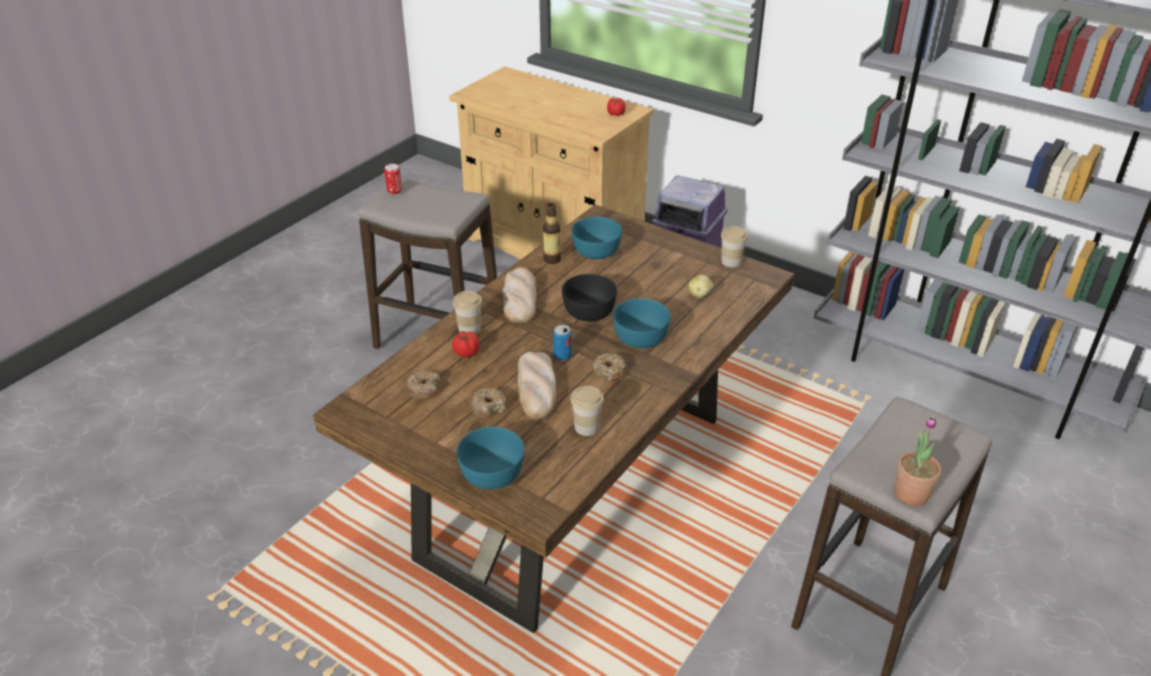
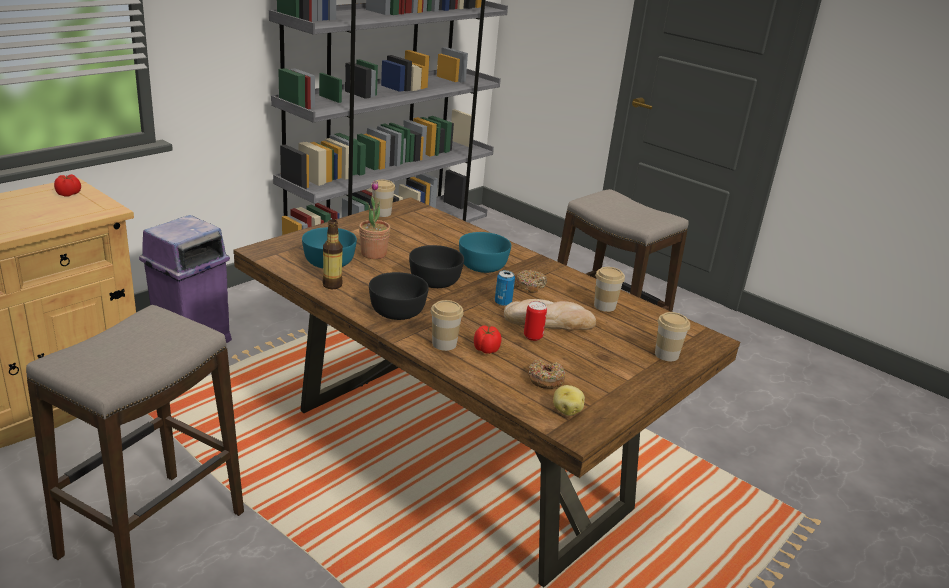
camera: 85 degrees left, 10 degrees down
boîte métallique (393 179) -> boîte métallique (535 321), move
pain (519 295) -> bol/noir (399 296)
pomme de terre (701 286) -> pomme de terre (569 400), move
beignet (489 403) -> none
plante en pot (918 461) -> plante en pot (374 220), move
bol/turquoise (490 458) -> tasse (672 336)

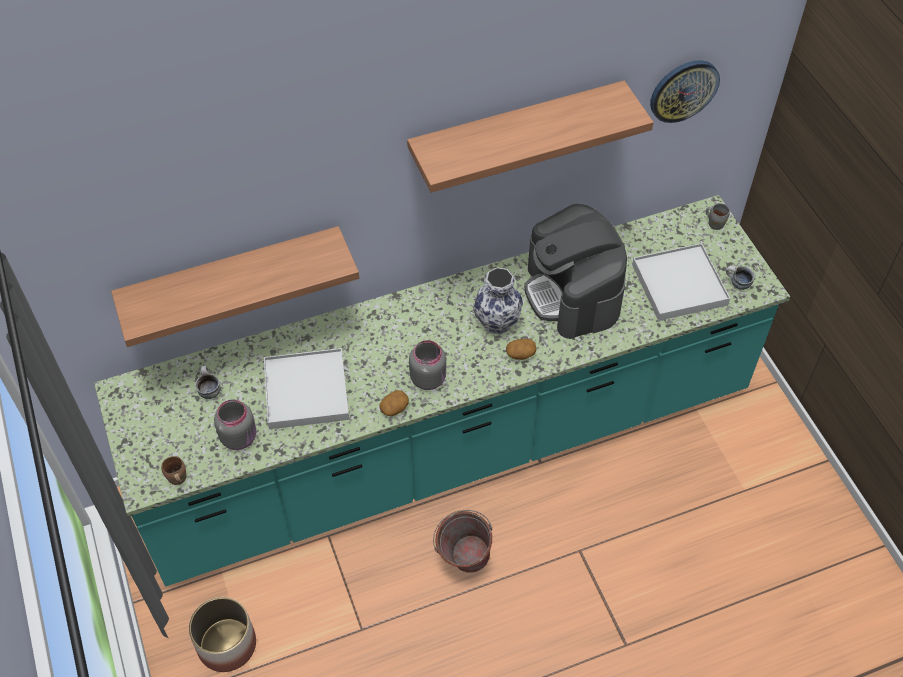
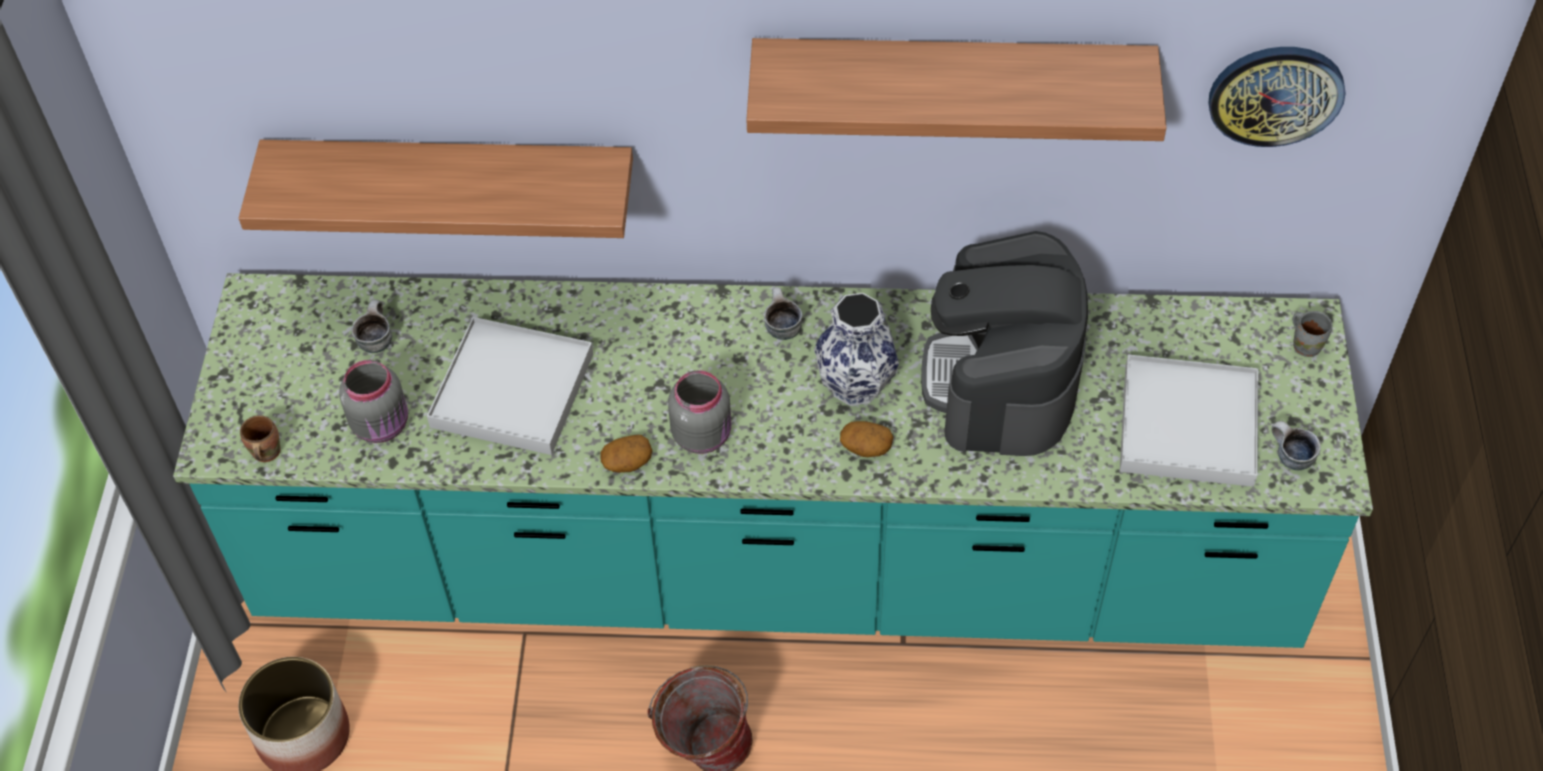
camera: 25 degrees right, 0 degrees up
none -> mug (783 313)

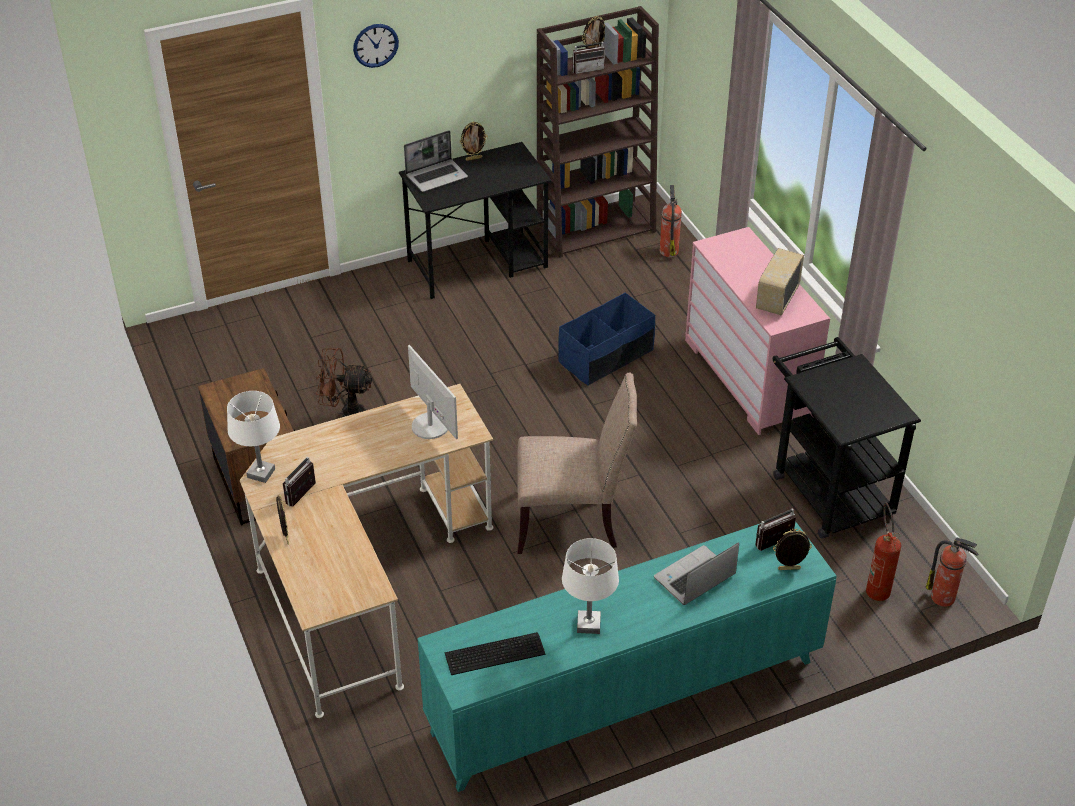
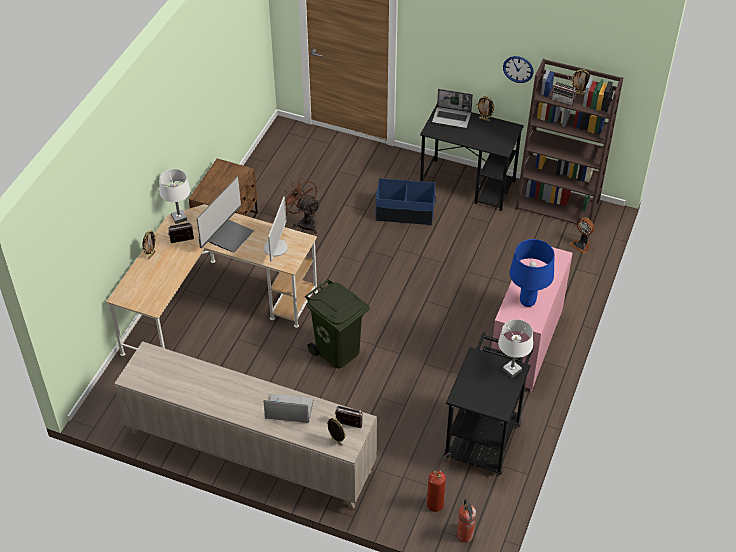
camera: 45 degrees right, 5 degrees up
horloge murale (376 46) -> horloge murale (518 69), move
extincteur (671 221) -> ventilateur (582 235)
radio (780 282) -> lampe de table/bleu (532 273)
boîte de rangement/bleu (606 339) -> boîte de rangement/bleu (405 201), move
chaise/beige (577 463) -> poubelle/vert (337 323)
meuble de rangement/turquoise (627 657) -> meuble de rangement/beige (245 425)
lampe de table/blanc (590 586) -> lampe de table/blanc (515 348), move
clavier (495 653) -> none
none -> écran d'ordinateur (225 214)

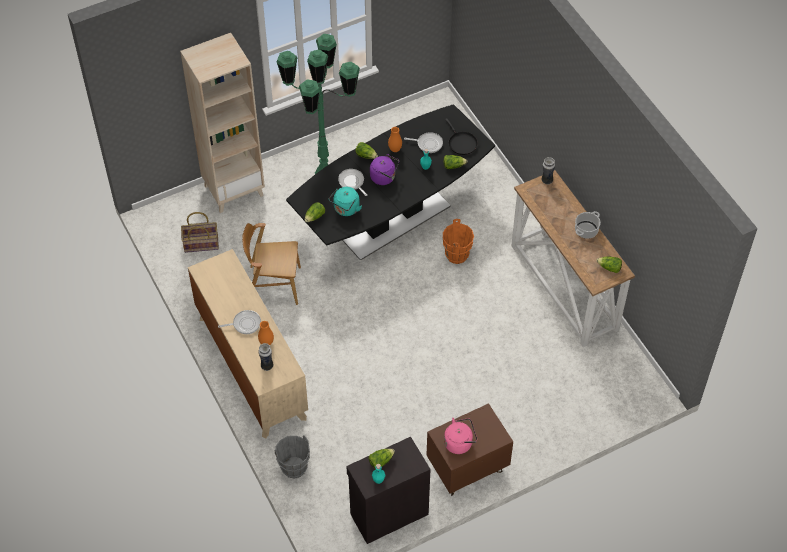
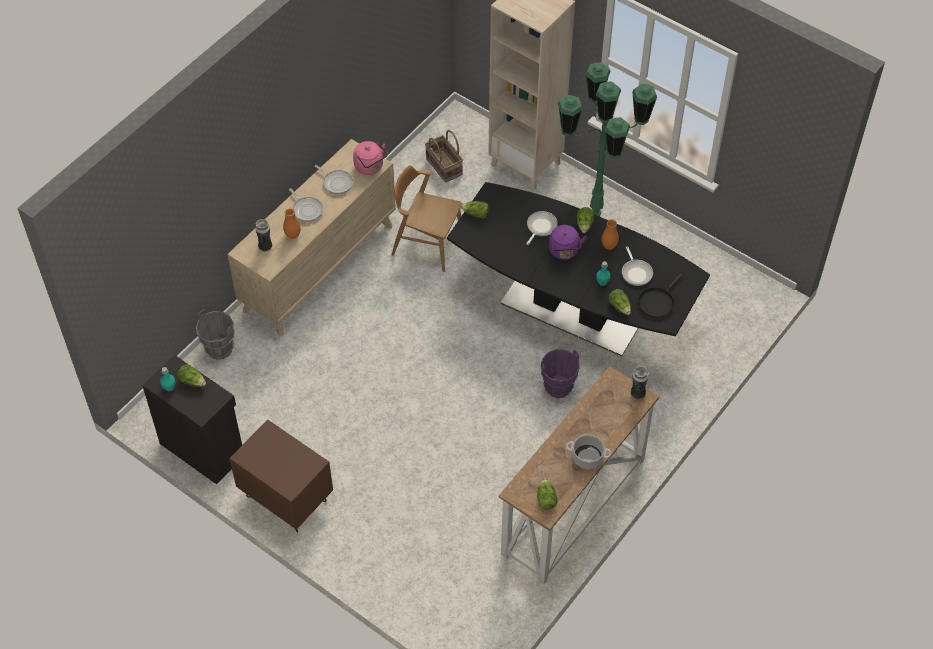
camera: 65 degrees right, 0 degrees up
bouilloire/turquoise (345 201) -> none
seau/orange (458 241) -> seau/violet (560 374)
chaise/marron (271 264) -> chaise/marron (426 219), 45 degrees counterclockwise
bouilloire/rose (460 436) -> bouilloire/rose (370 158), move
none -> poêle (334 180)

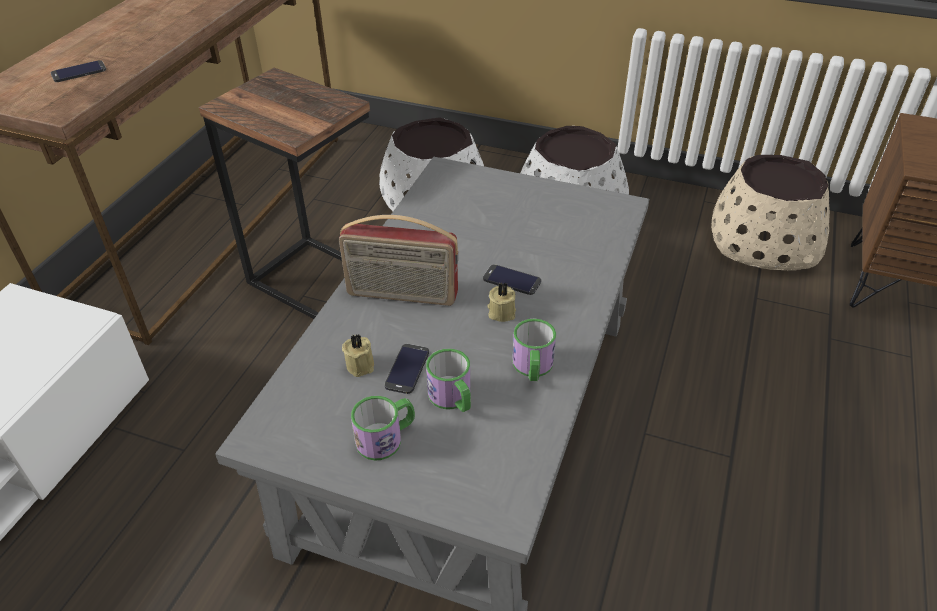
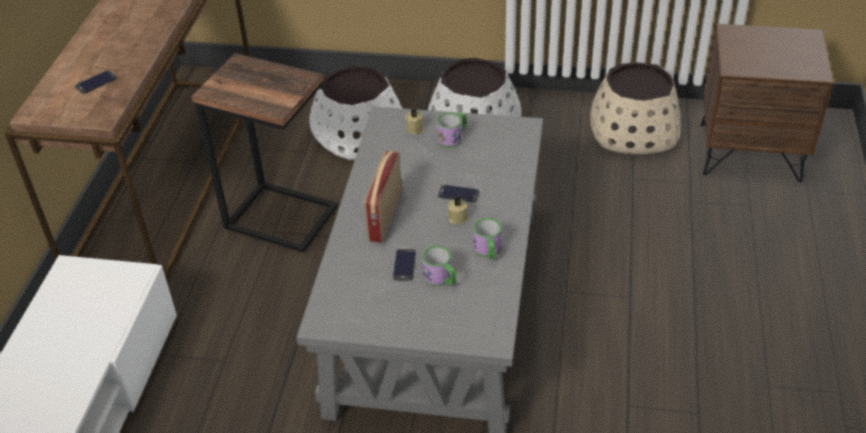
camera: 10 degrees left, 0 degrees up
radio (399 260) -> radio (383 197), 105 degrees clockwise
bougie/beige (358 355) -> bougie/beige (414 121), move
mug (383 428) -> mug (452 130), move

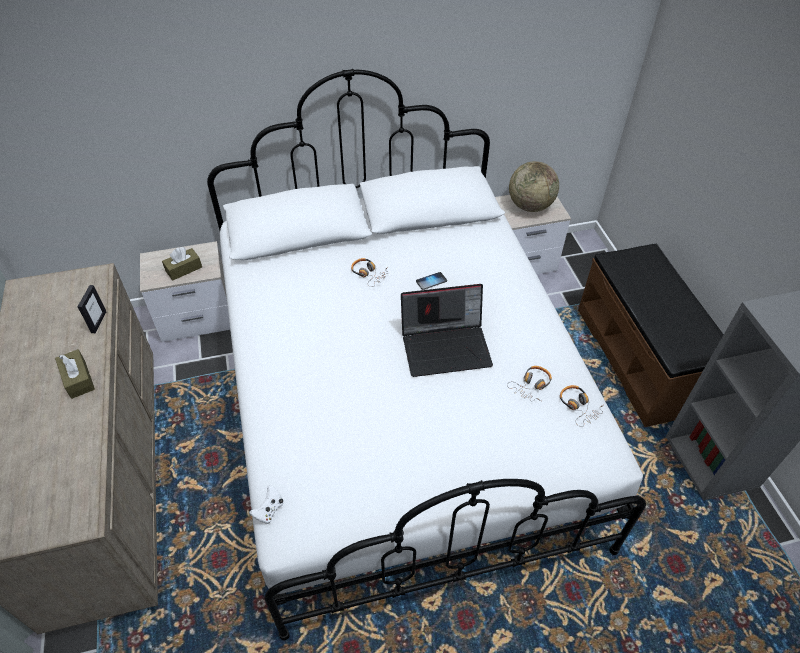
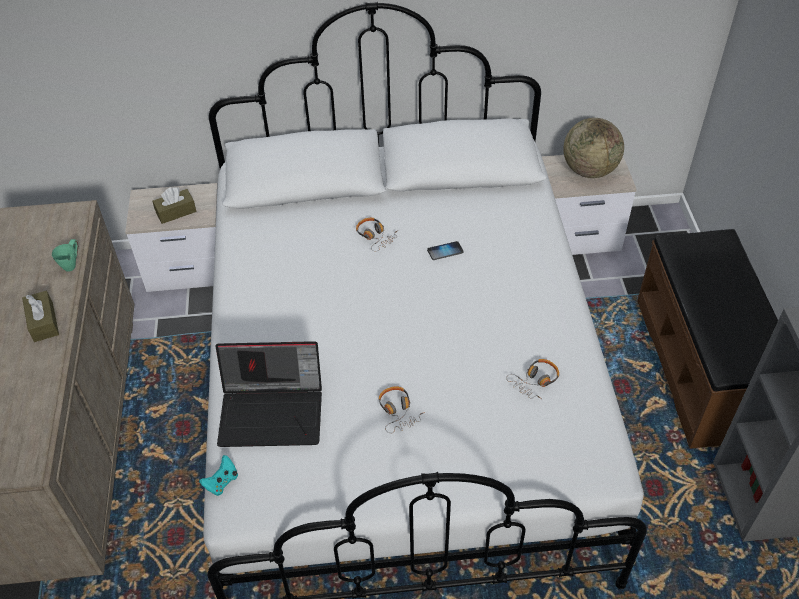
camera: 10 degrees right, 0 degrees up
ordinateur portable (447 330) -> ordinateur portable (268 394), move
cadre photo (92 309) -> mug/vert (65 255)
casque audio (582 406) -> casque audio (402 409), move
manette/blanc (266 504) -> manette/turquoise (218 475)

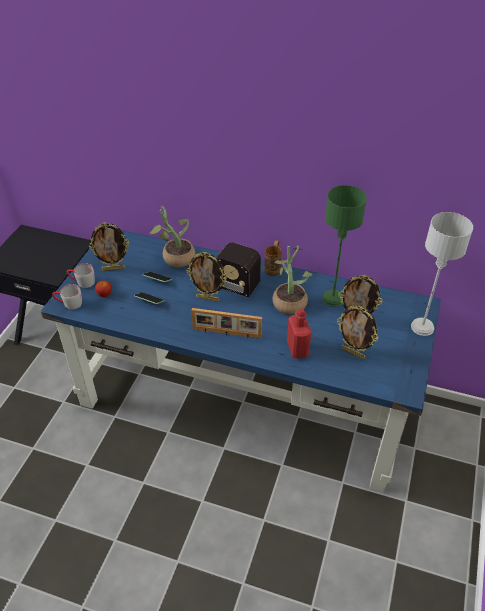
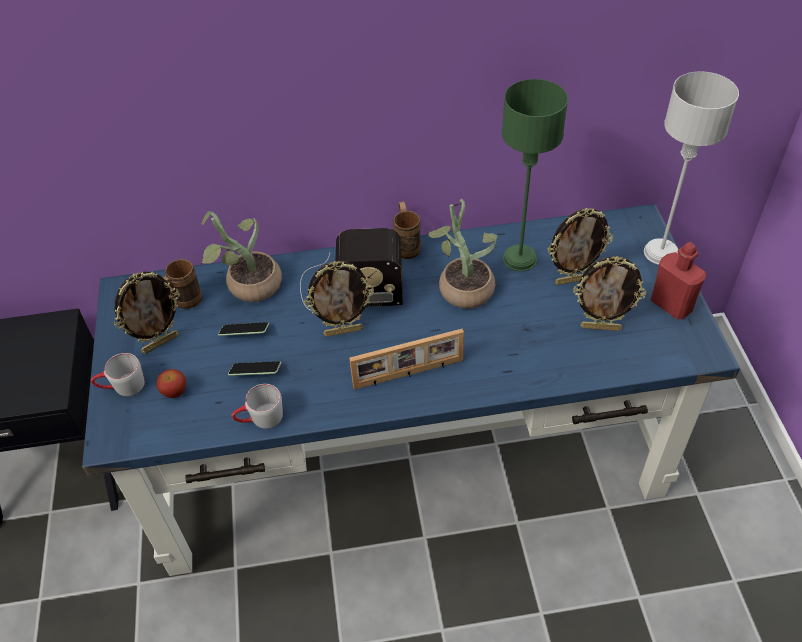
camera: 25 degrees left, 5 degrees up
mug/gris (67 297) -> mug/gris (257 406), move
bouteille/rouge (299 333) -> bouteille/rouge (678 280), move
none -> mug/marron (182 284)

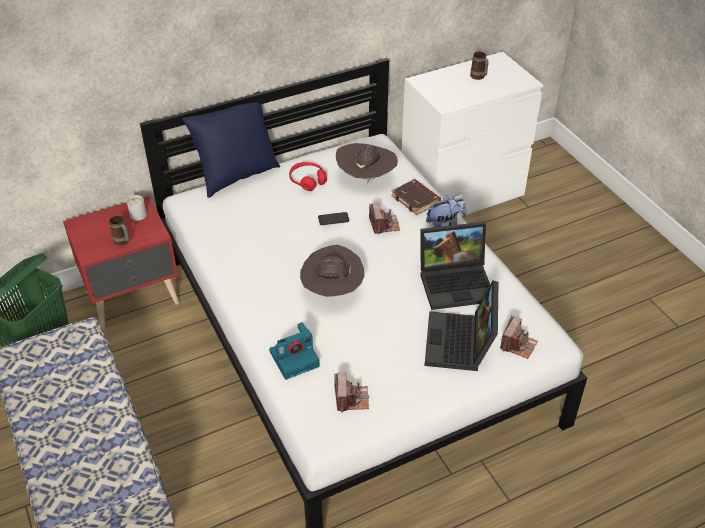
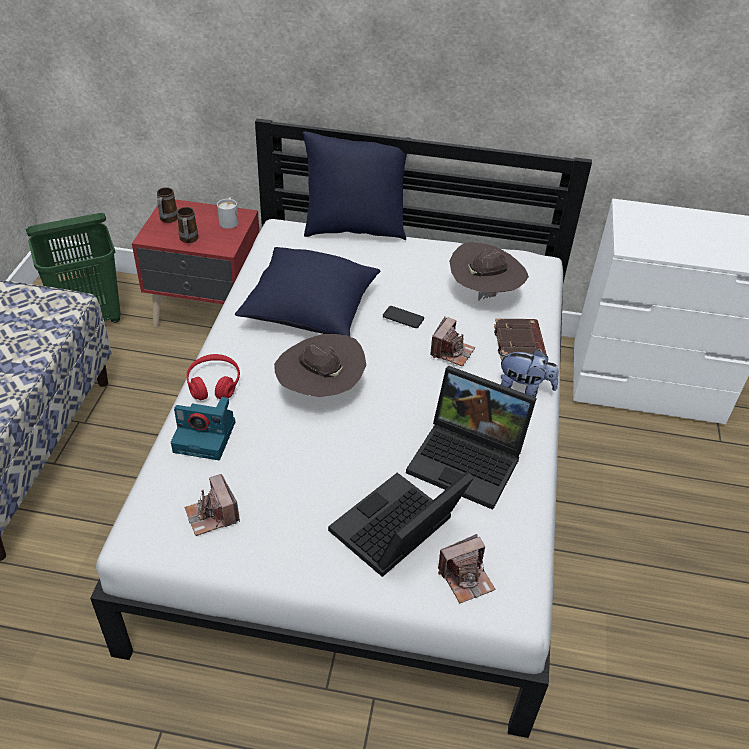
camera: 35 degrees right, 0 degrees up
mug (479 66) -> mug (167 205), move
casque audio/rouge (308 176) -> casque audio/rouge (213 377), move
appareil photo (351 392) -> appareil photo (212 505), 120 degrees clockwise
none -> coussin/bleu (307 292)

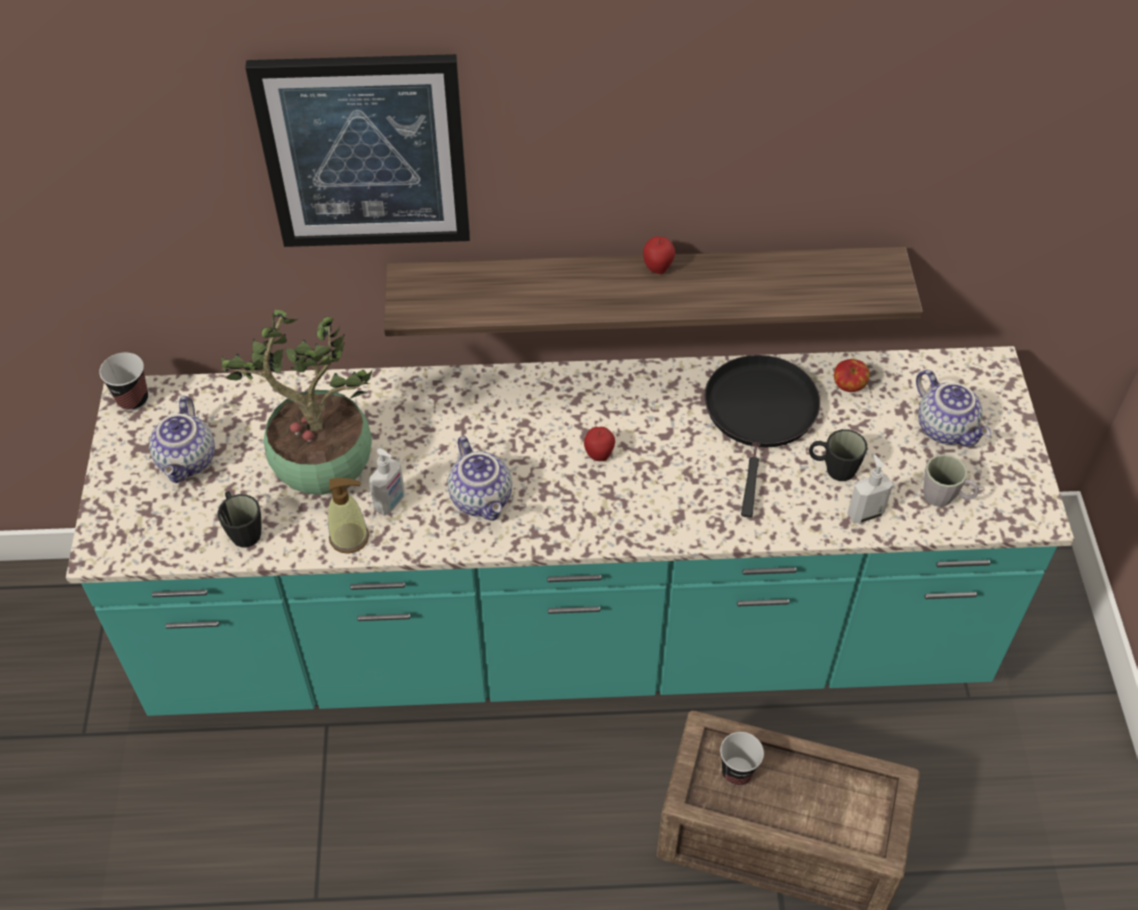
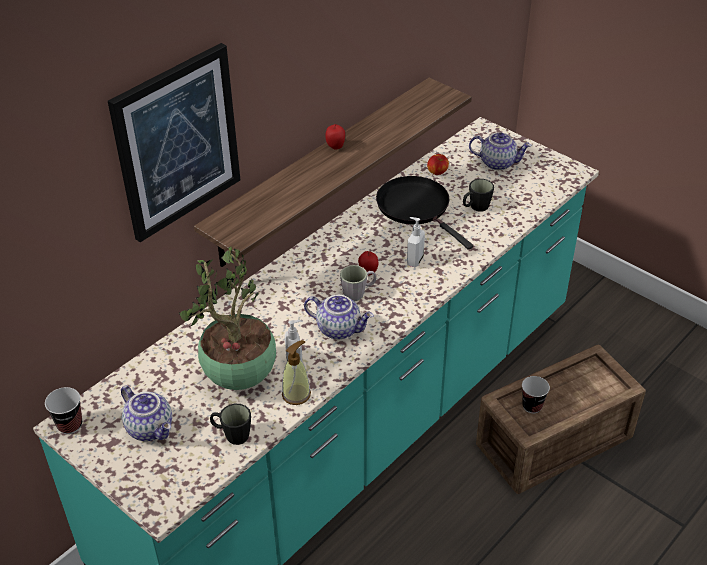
camera: 45 degrees left, 10 degrees down
mug/gris (951 480) -> mug/gris (358 283), move
distributeur de savon (870 489) -> distributeur de savon (416 242), move

